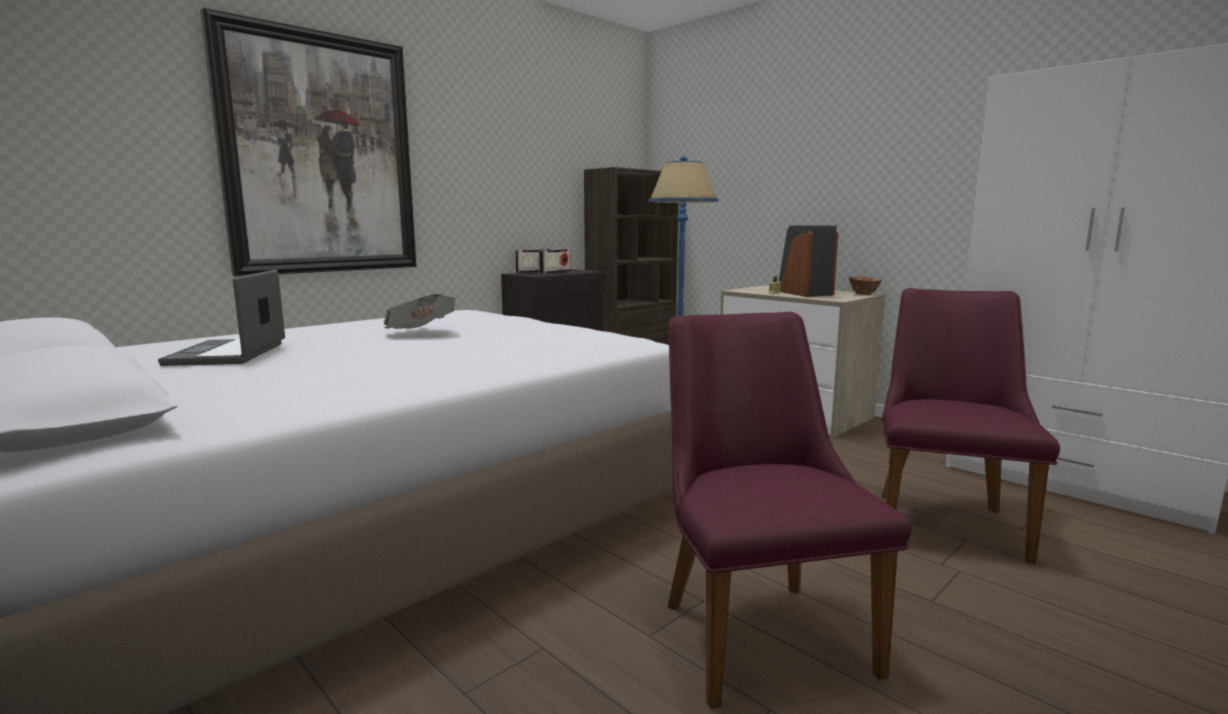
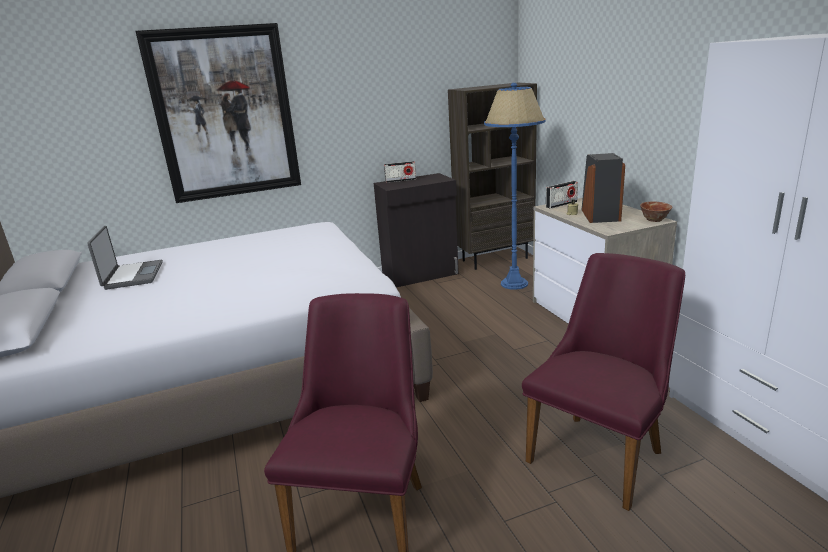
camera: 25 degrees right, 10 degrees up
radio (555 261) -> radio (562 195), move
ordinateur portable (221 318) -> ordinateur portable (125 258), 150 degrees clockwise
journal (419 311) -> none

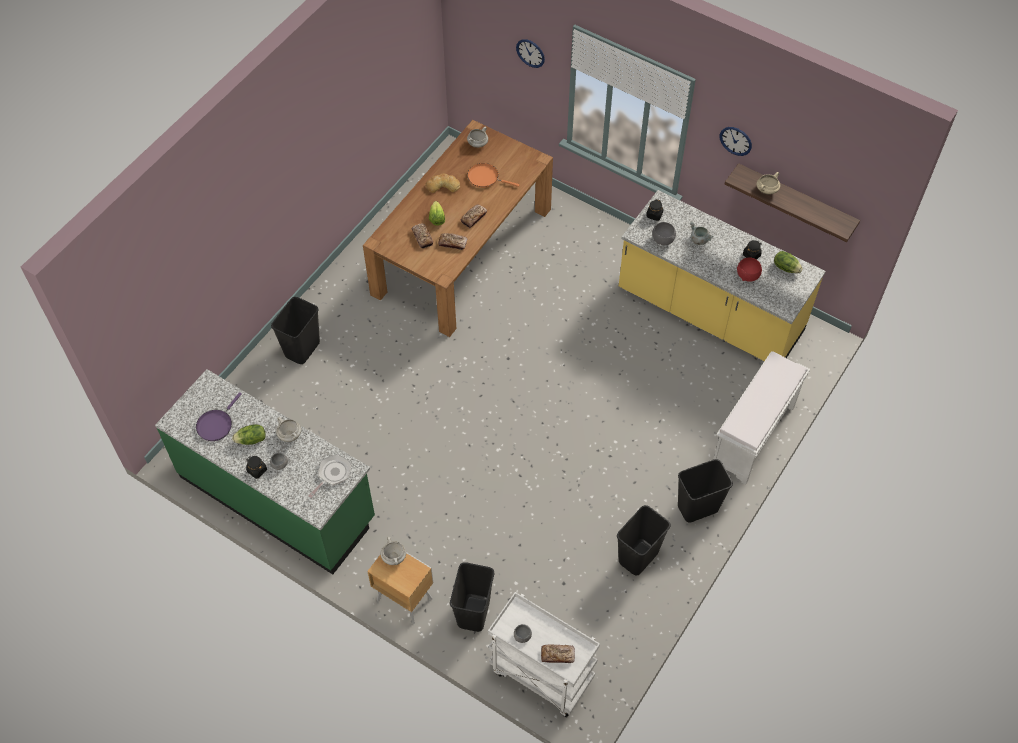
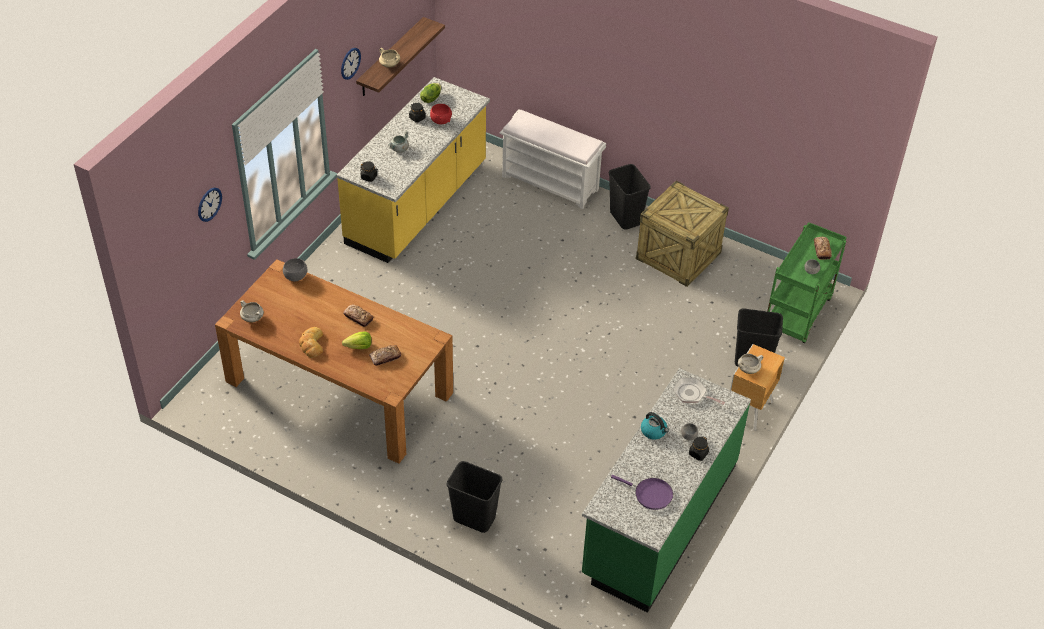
camera: 95 degrees left, 10 degrees down
poêle/orange (493 175) -> none
bol/gris (664 233) -> bol/gris (295 269), move
pain (452 241) -> none
marmite/blanc (288 429) -> bouilloire (655 426)
laitue (249 434) -> none
poubelle/noir (643 540) -> caisse (682 234)
chariot/blanc (544 655) -> chariot/vert (807 282)

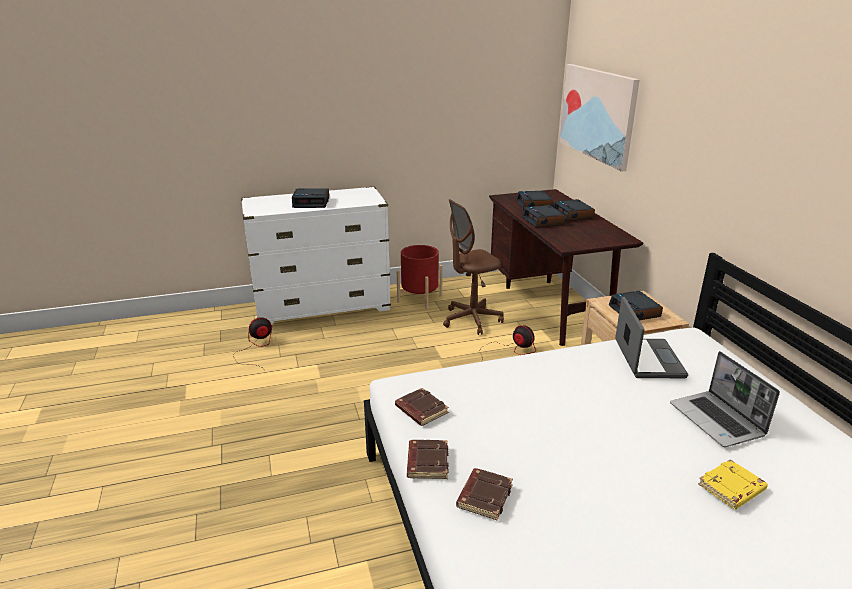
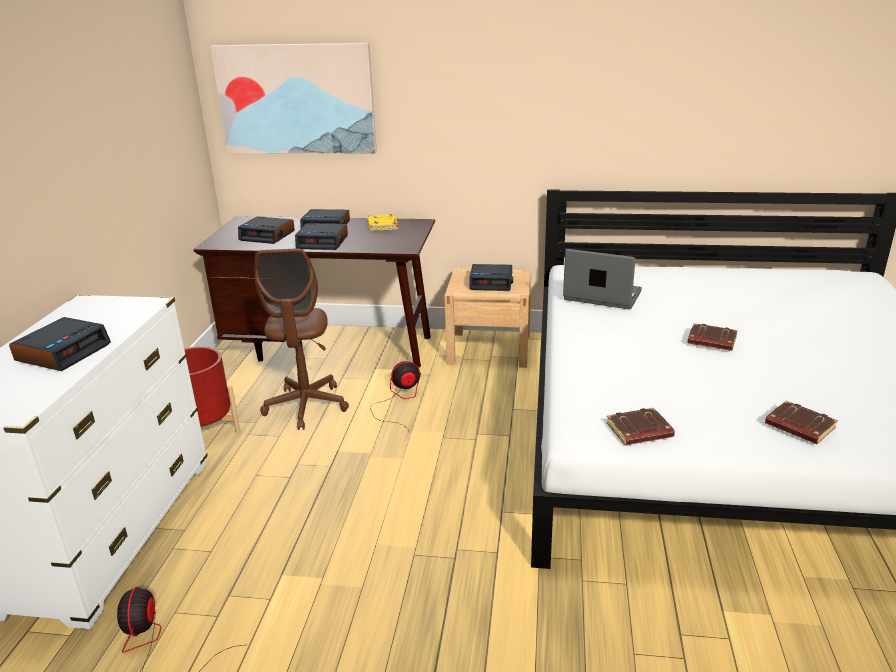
camera: 65 degrees left, 0 degrees up
ordinateur portable (725 399) -> none
livre/marron (428 459) -> livre/marron (712 337), move
livre/jaune (733 484) -> livre/jaune (383 222), move

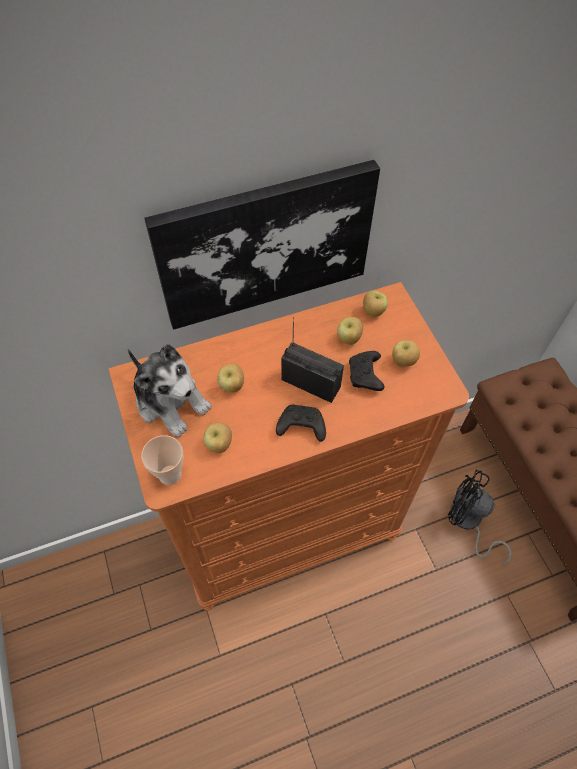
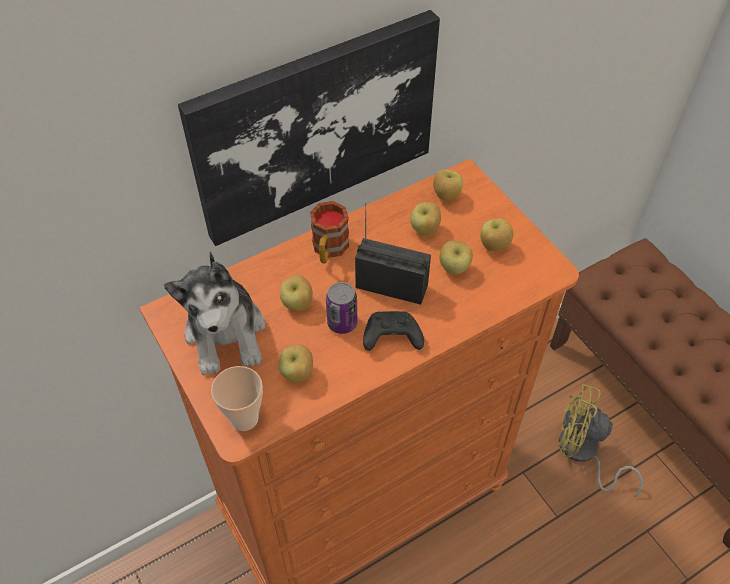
camera: 10 degrees left, 5 degrees down
peluche (169 391) -> peluche (215 313), 45 degrees clockwise
manette/noir (366 371) -> pomme (456 257)
ventilateur/noir (480 518) -> ventilateur/jaune (600 440)
none -> mug (329 232)
none -> boîte métallique (341 308)

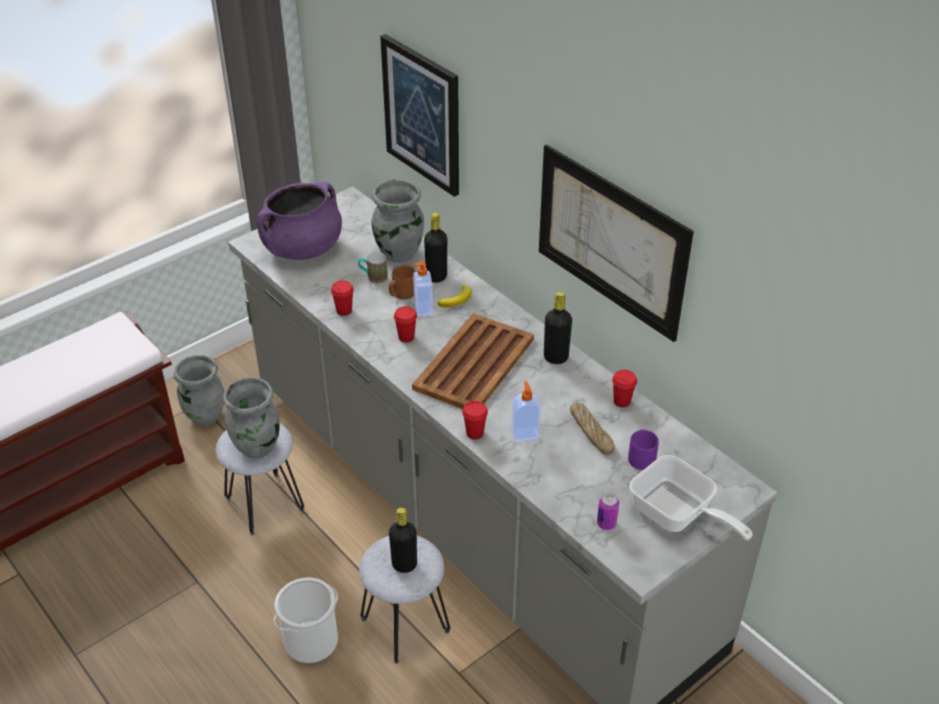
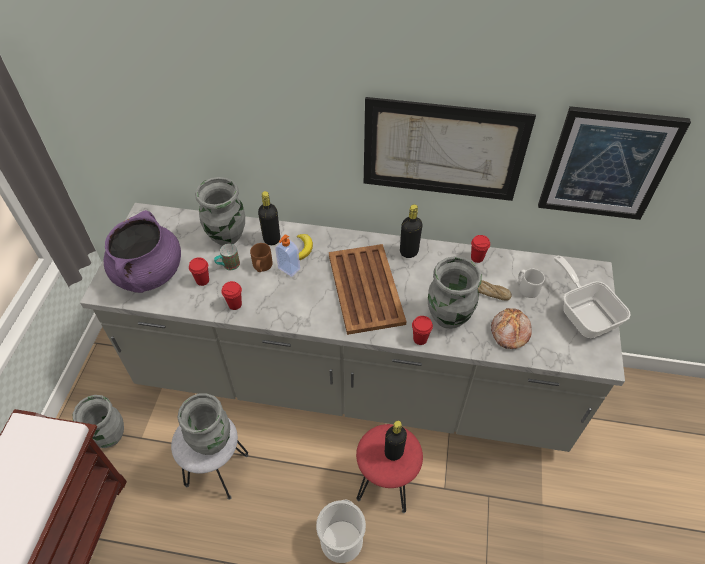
camera: 40 degrees left, 10 degrees up
tableau (419 115) -> tableau (614 163), move
tasse/rouge (405 324) -> tasse/rouge (199 271), move
distributeur de savon (526 411) -> vase/gris (455 292)
mug/violet (643 449) -> mug/gris (531 283)
poêle (691 497) -> poêle (592 297), 120 degrees counterclockwise
boîte métallique (608 511) -> none
tabouret/gris (404 600) -> tabouret/rouge (389 468)
none -> pain (511 328)

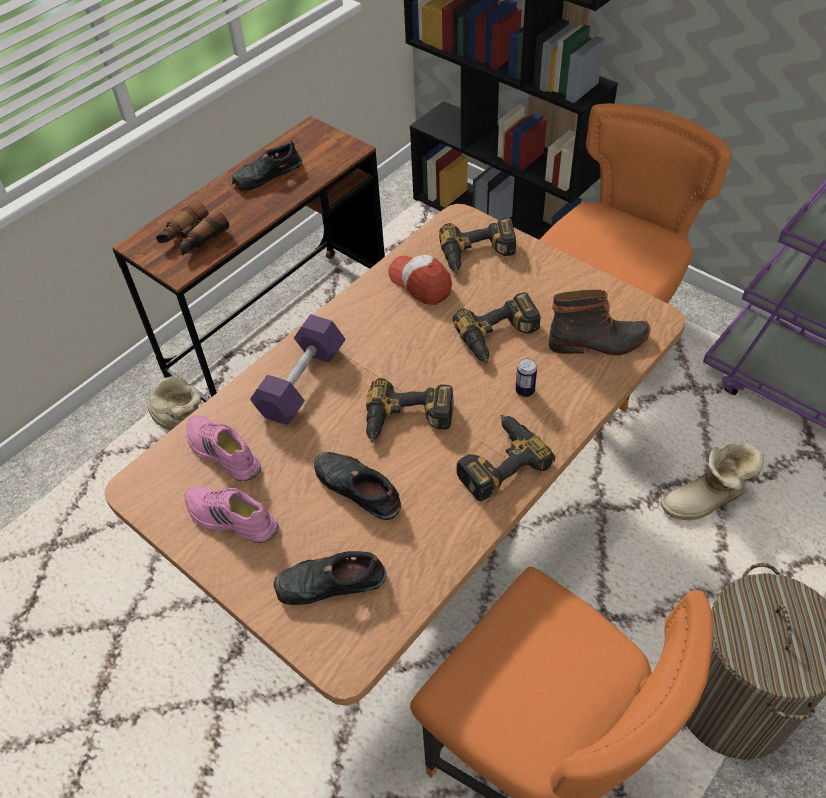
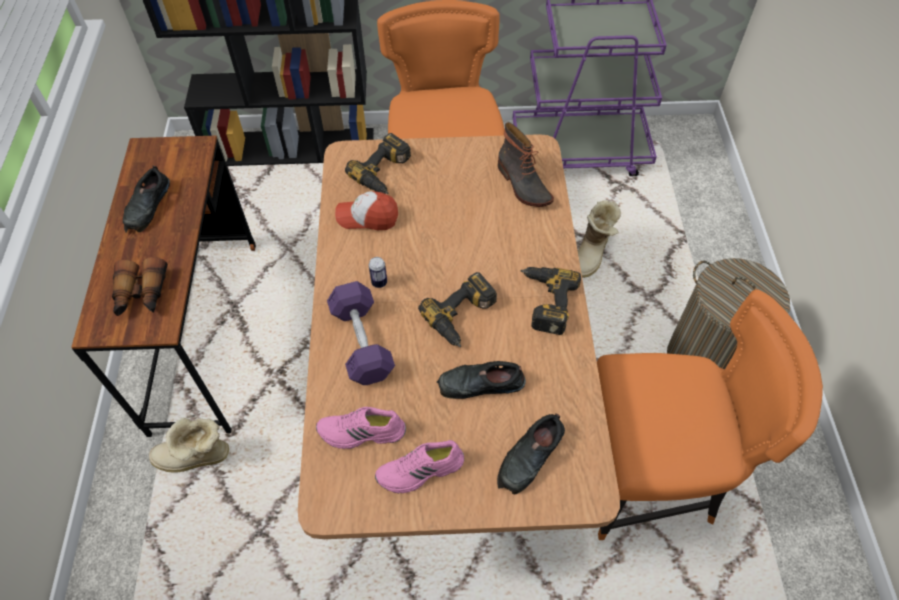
camera: 45 degrees left, 5 degrees up
botte (600 322) -> botte (526 164), 105 degrees clockwise
perceuse (497 327) -> none
boîte métallique (526 377) -> boîte métallique (378 272), move

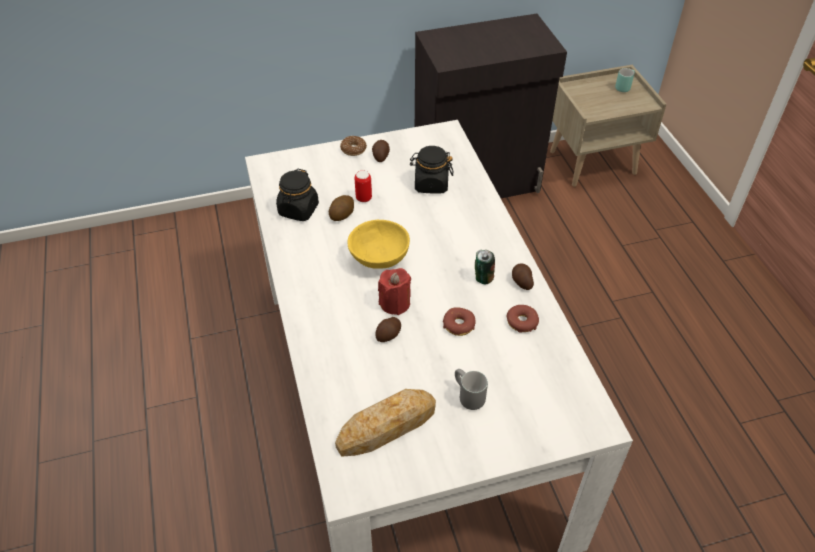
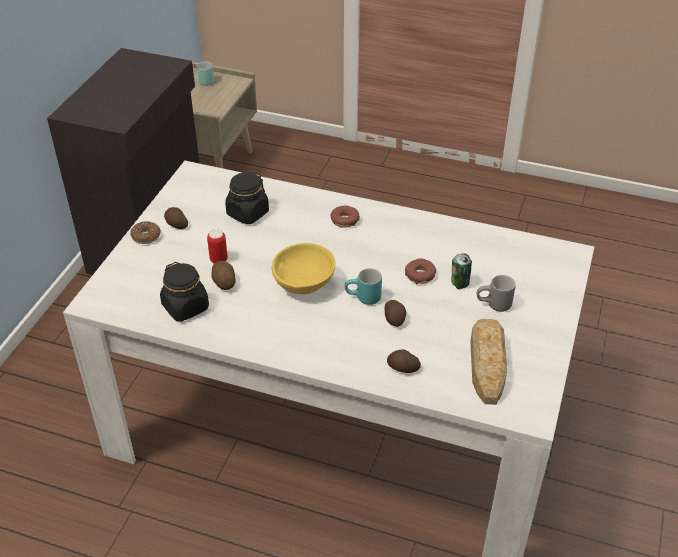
camera: 55 degrees left, 5 degrees down
boîte métallique (485 267) -> boîte métallique (461 271), move
pomme de terre (523 277) -> pomme de terre (404 361), move
bougie/rouge (394 291) -> mug/turquoise (363 286)
beignet (522 319) -> beignet (345 216), move

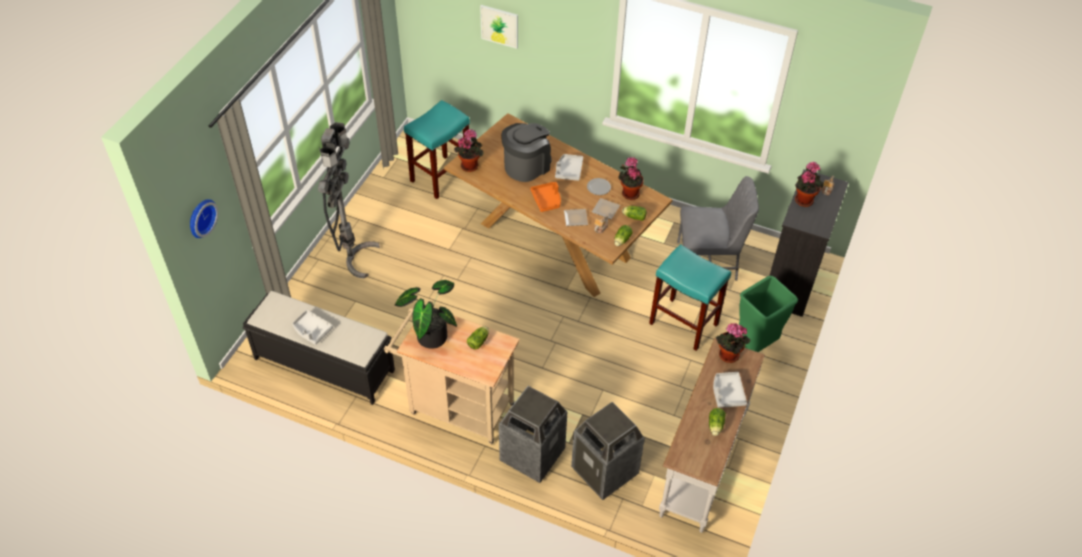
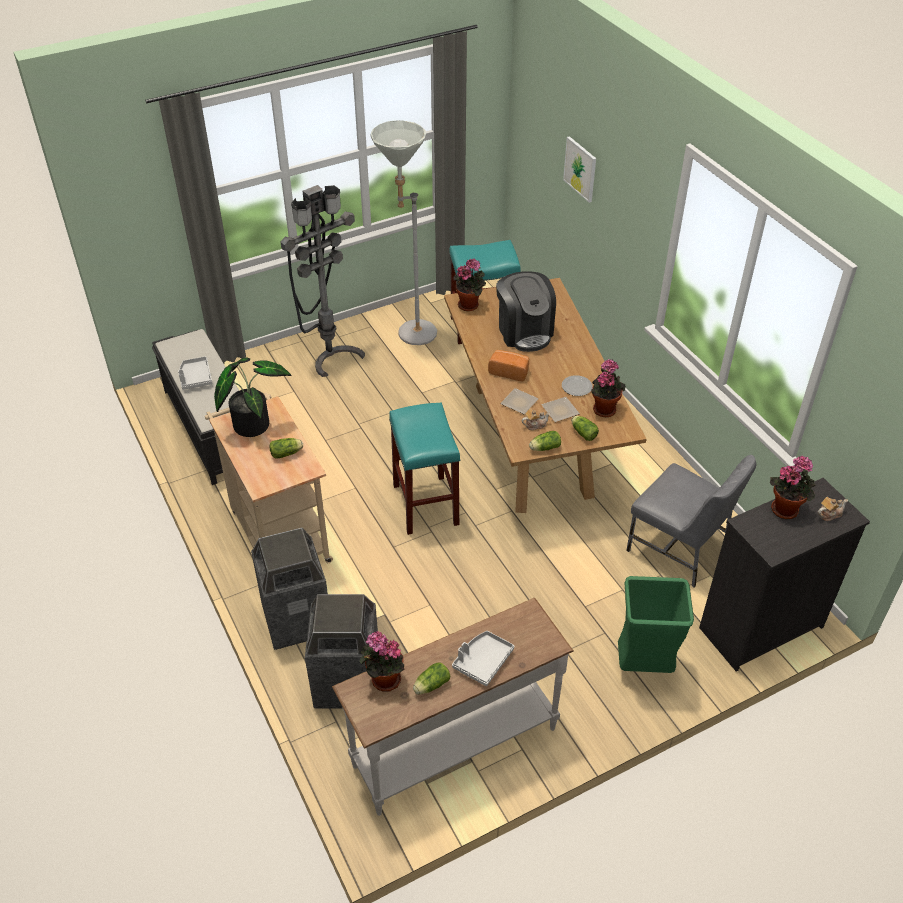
camera: 40 degrees right, 5 degrees down
machine à café (526 152) -> machine à café (526 311), 75 degrees clockwise
plateau/gris (569 167) -> none
plateau/orange (545 197) -> pain (508 365)
horloge murale (204 218) -> none
tabouret/turquoise (690 297) -> tabouret/turquoise (425 468), move
plante en pot (733 343) -> plante en pot (381 661), move
none -> lampadaire/gris (404 232)

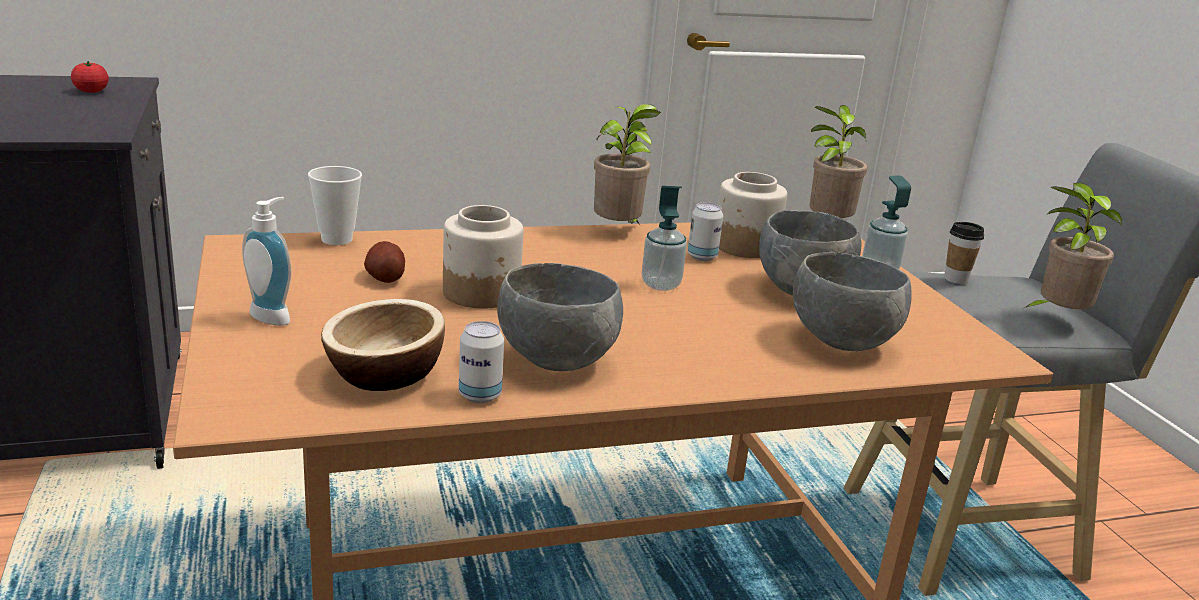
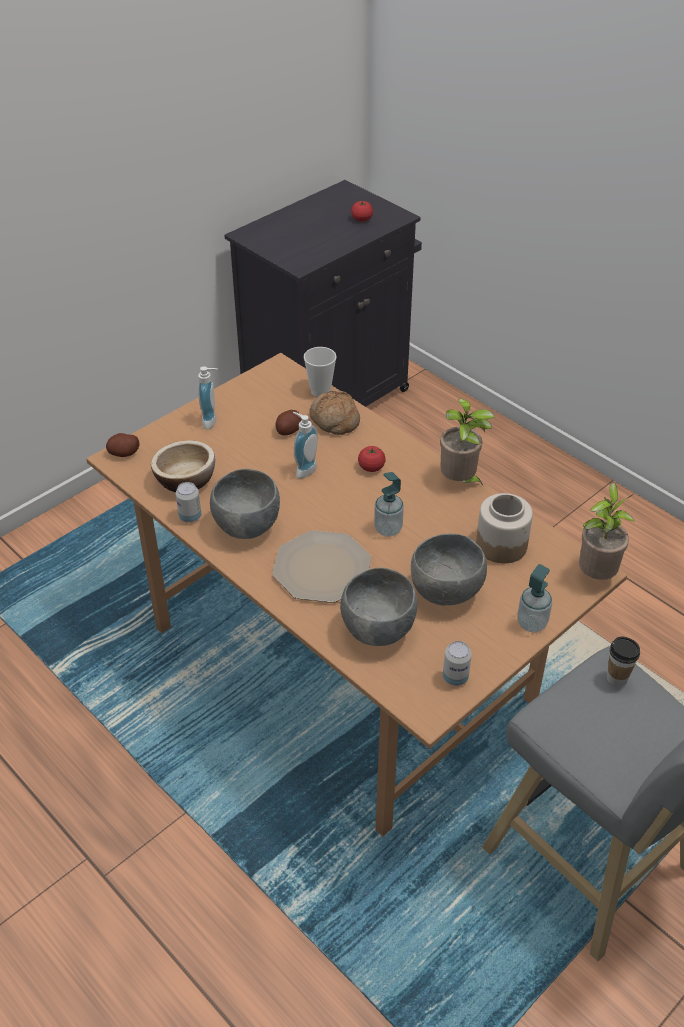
camera: 65 degrees right, 20 degrees up
plante en pot (1072 246) -> none
boîte métallique (705 232) -> boîte métallique (457 663), move
bocal (483 256) -> distributeur de savon (305 445)
none -> pain (334 412)
none -> pomme de terre (122 445)
none -> tomate (372 459)
none -> assiette (321 566)

